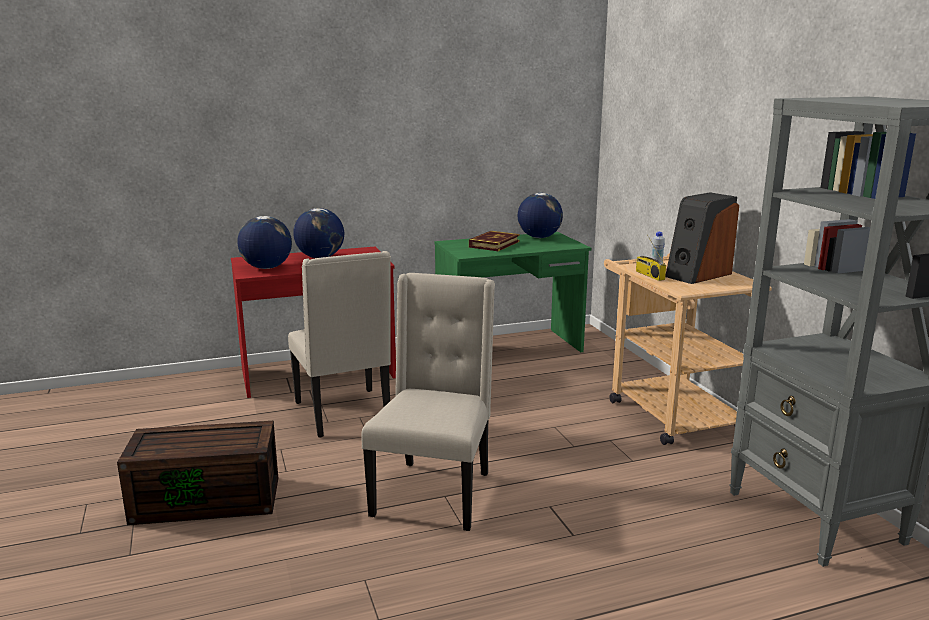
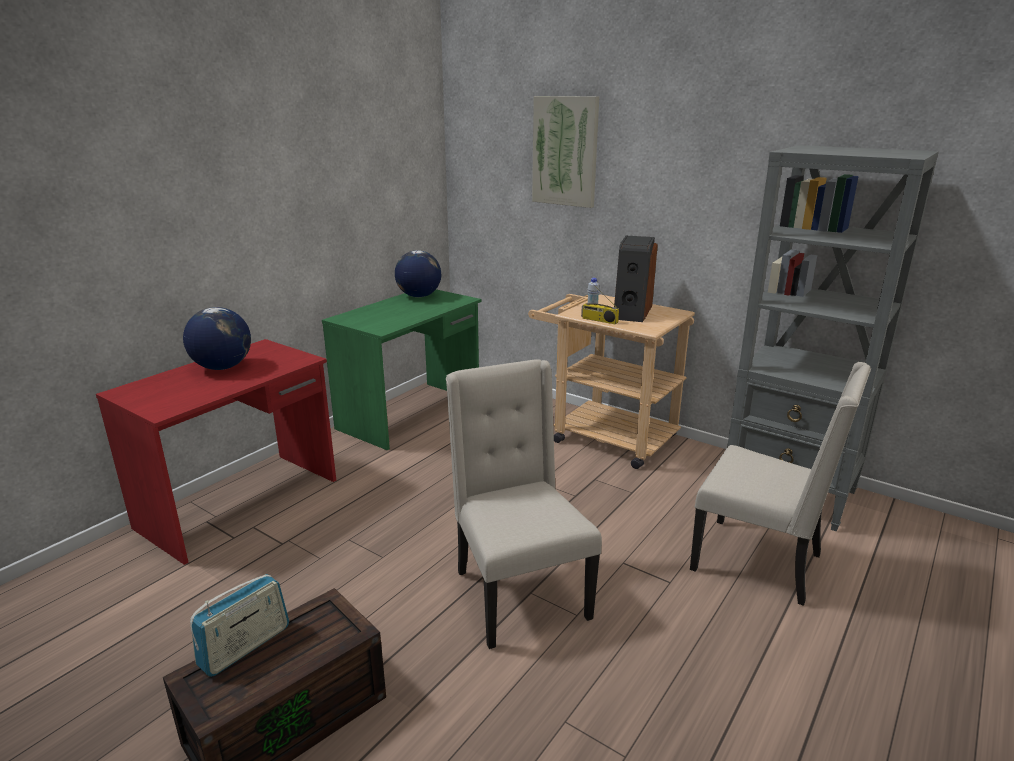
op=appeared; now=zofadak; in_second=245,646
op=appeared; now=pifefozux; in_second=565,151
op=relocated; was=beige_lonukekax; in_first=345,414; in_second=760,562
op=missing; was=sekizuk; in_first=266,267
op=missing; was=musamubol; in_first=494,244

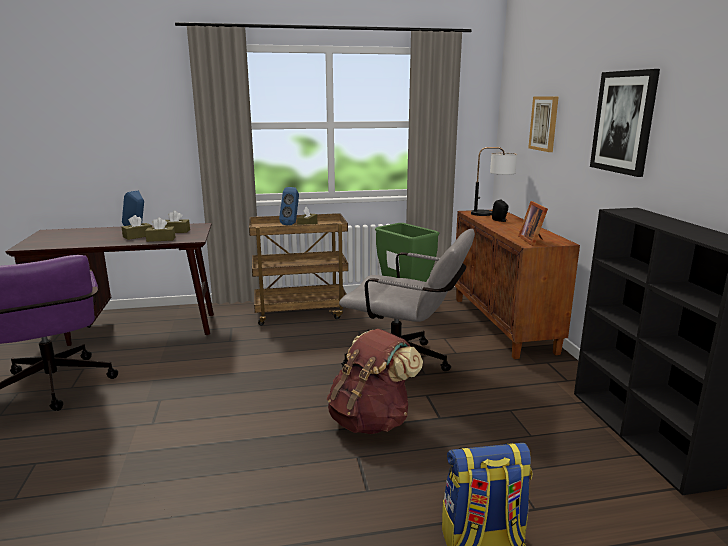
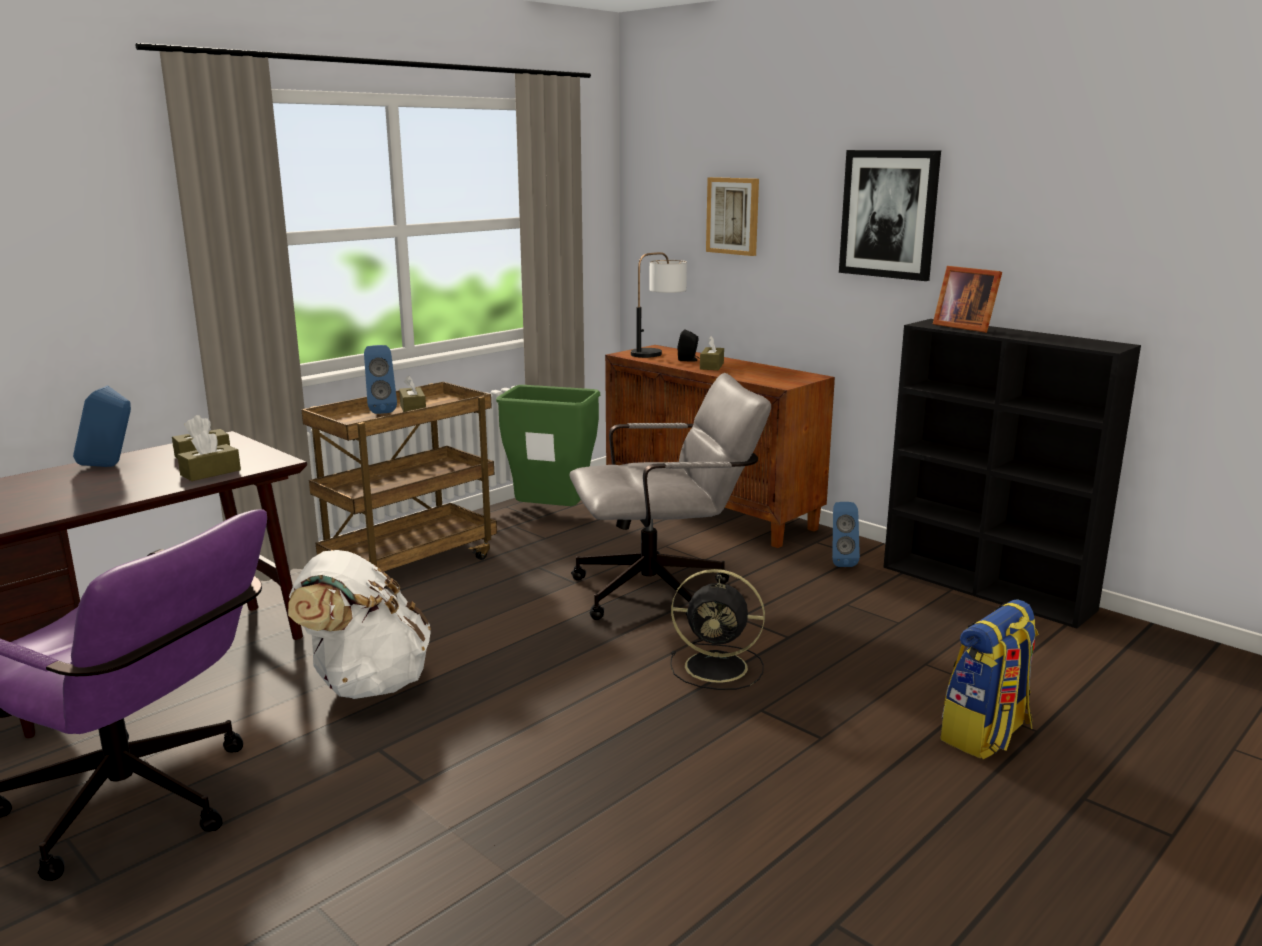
op=appeared; now=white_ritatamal; in_second=366,684
op=exchanged; was=brown_ritatamal; now=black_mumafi; in_first=371,421; in_second=719,667
op=relocated; was=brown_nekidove; in_first=138,236; in_second=711,366
op=appeared; now=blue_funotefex; in_second=841,562
op=relocated; was=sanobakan; in_first=533,240; in_second=964,327

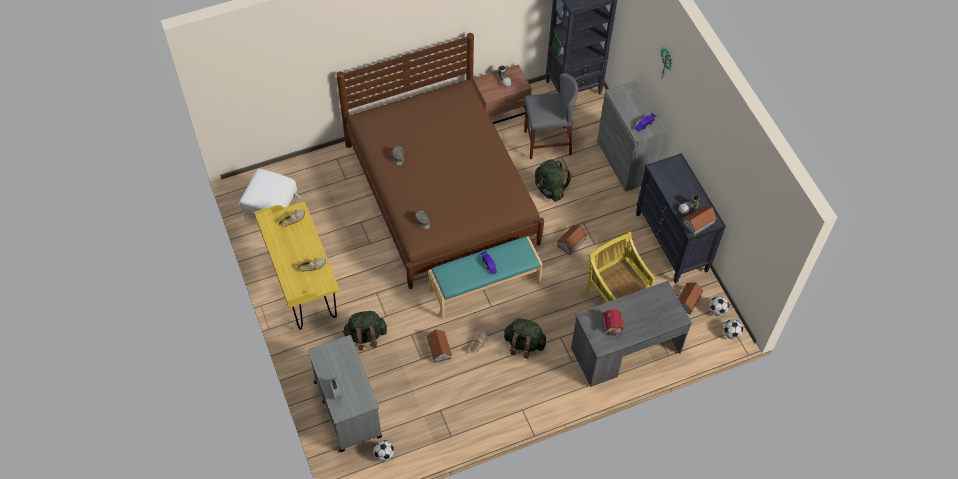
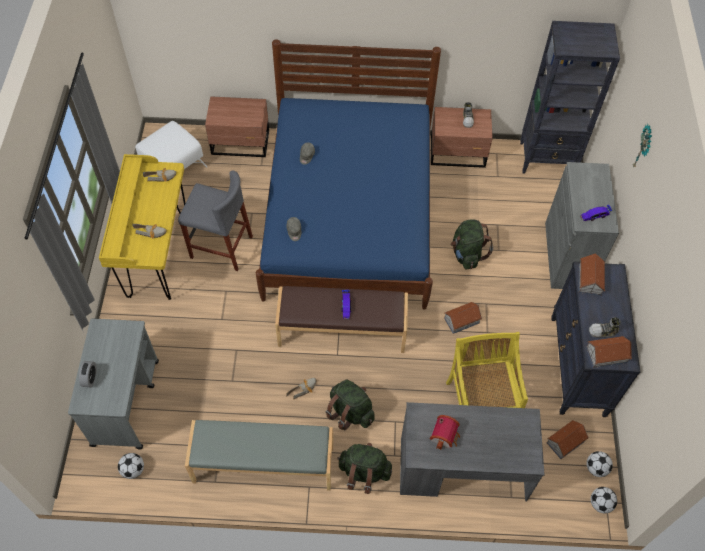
op=relocated; was=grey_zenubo; in_first=547,143; in_second=221,247
op=appeared; now=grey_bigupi; in_second=263,465
op=appeared; now=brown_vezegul; in_second=241,143
op=colour; was=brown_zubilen; now=blue_zubilen; in_first=441,193; in_second=349,215
op=colour; was=turquoise_bigupi; now=brown_bigupi; in_first=484,286; in_second=342,330
op=relocated; was=green_ritatamal; in_first=366,336; in_second=364,472
op=relocated; was=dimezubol; in_first=439,349; in_second=590,279

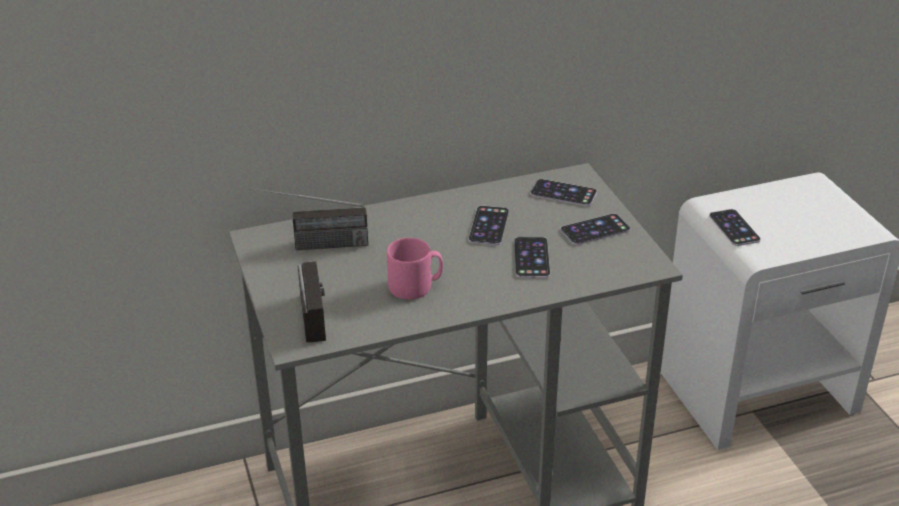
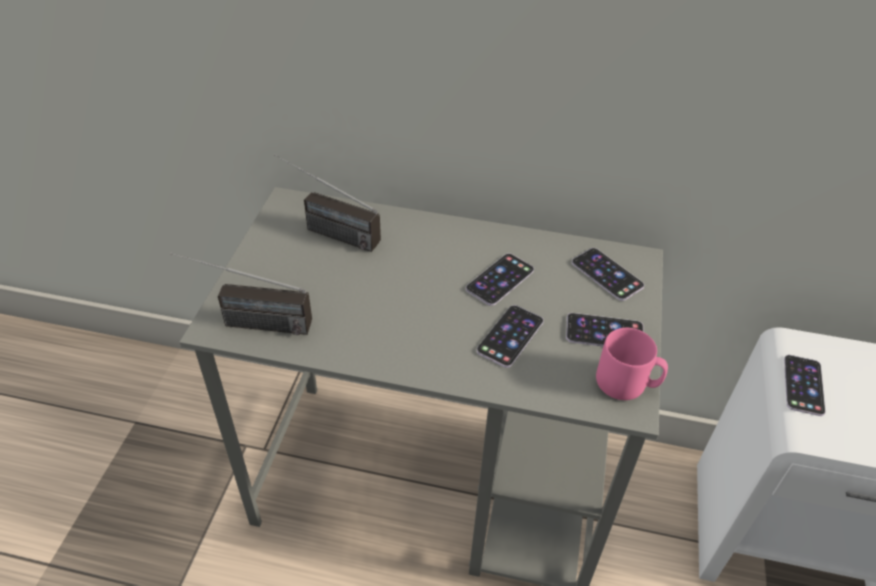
op=spun; was=zofadak; in_first=317,330; in_second=246,322; clockwise=75
op=relocated; was=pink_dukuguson; in_first=415,287; in_second=627,383

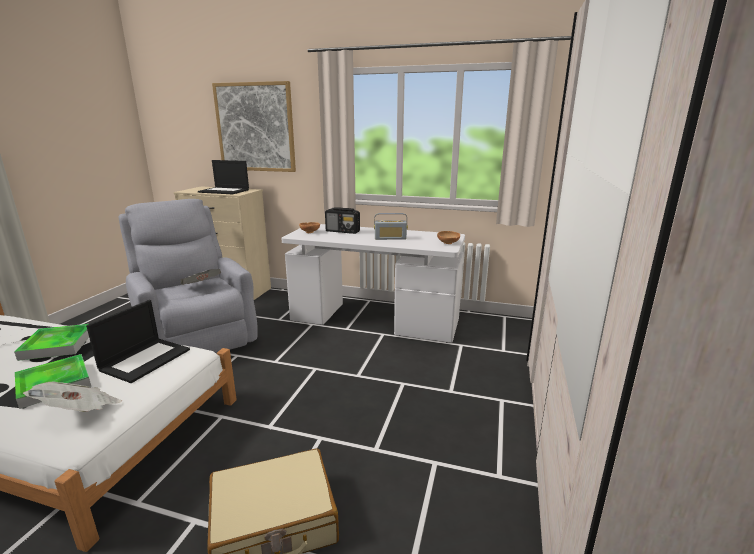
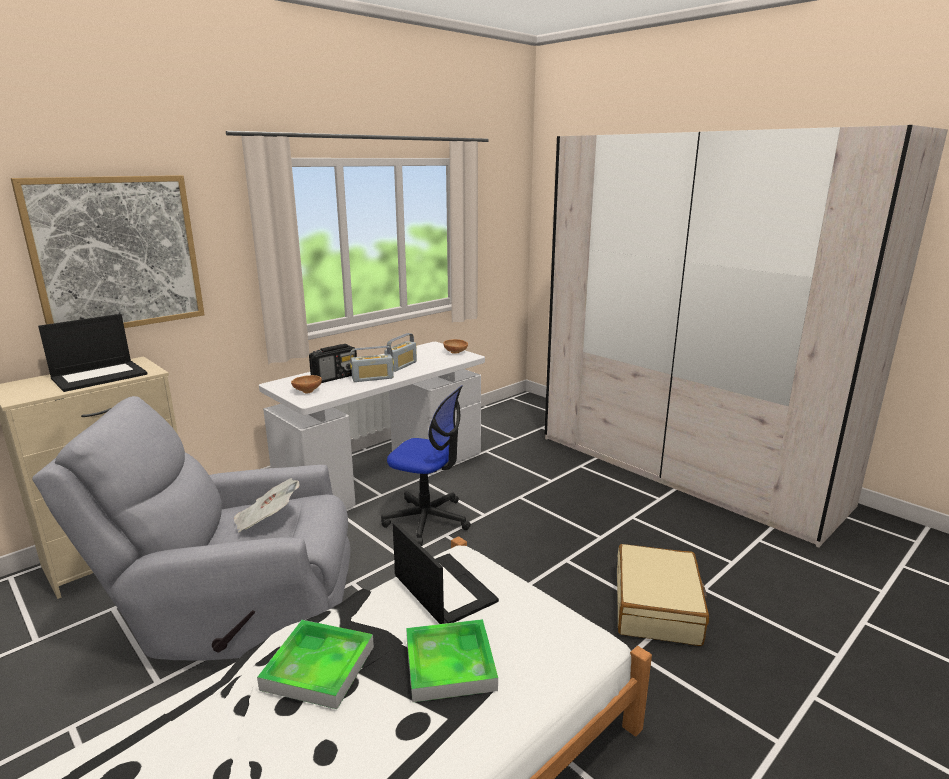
op=appeared; now=zofadak; in_second=373,378
op=appeared; now=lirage; in_second=427,520
op=missing; was=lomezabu; in_first=81,412

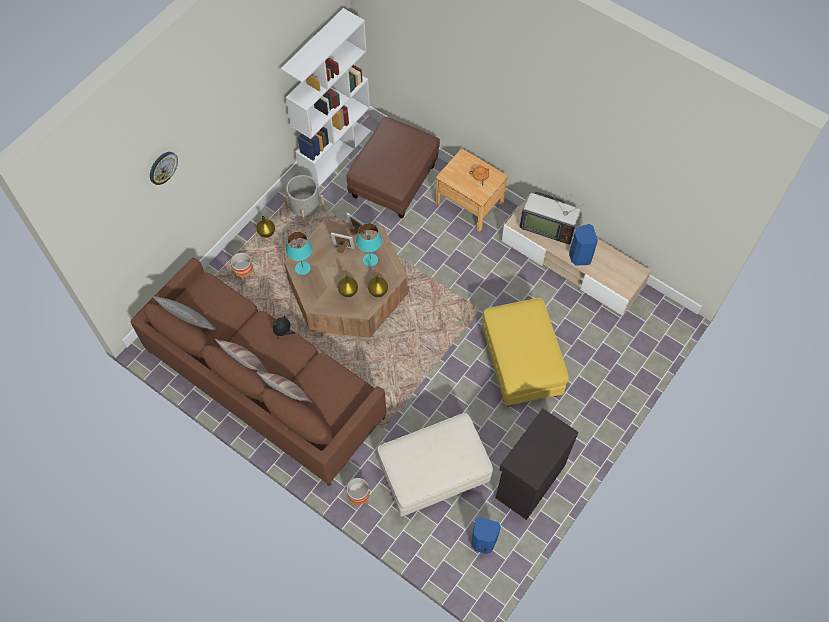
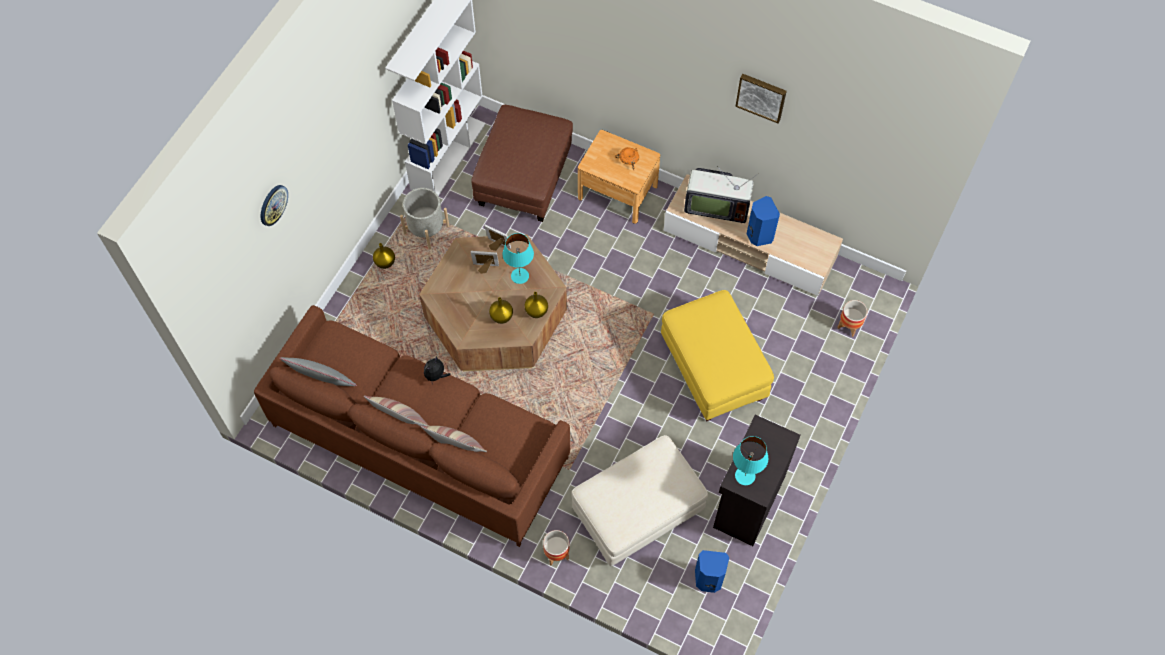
op=relocated; was=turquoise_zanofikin; in_first=302,268; in_second=744,476
op=appeared; now=pifefozux; in_second=761,96
op=relocated; was=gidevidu; in_first=244,275; in_second=849,326

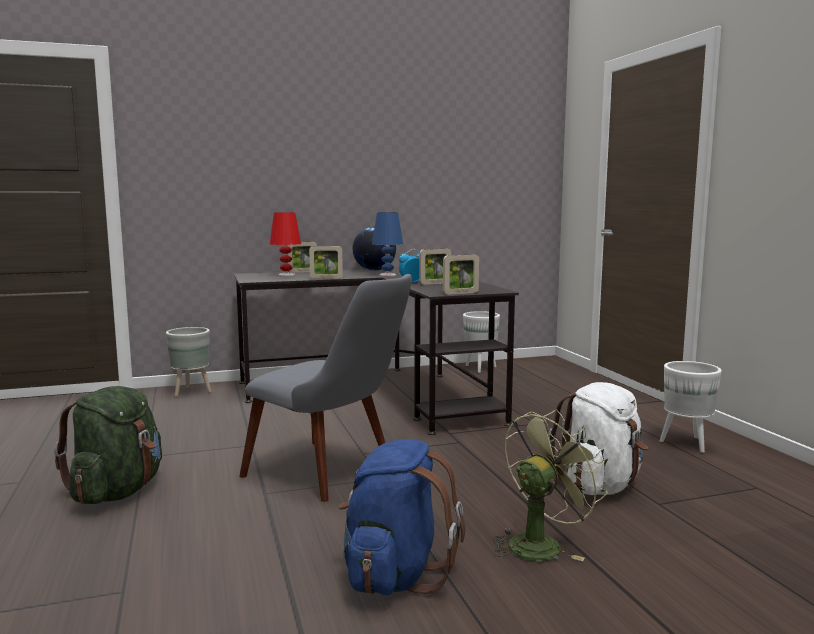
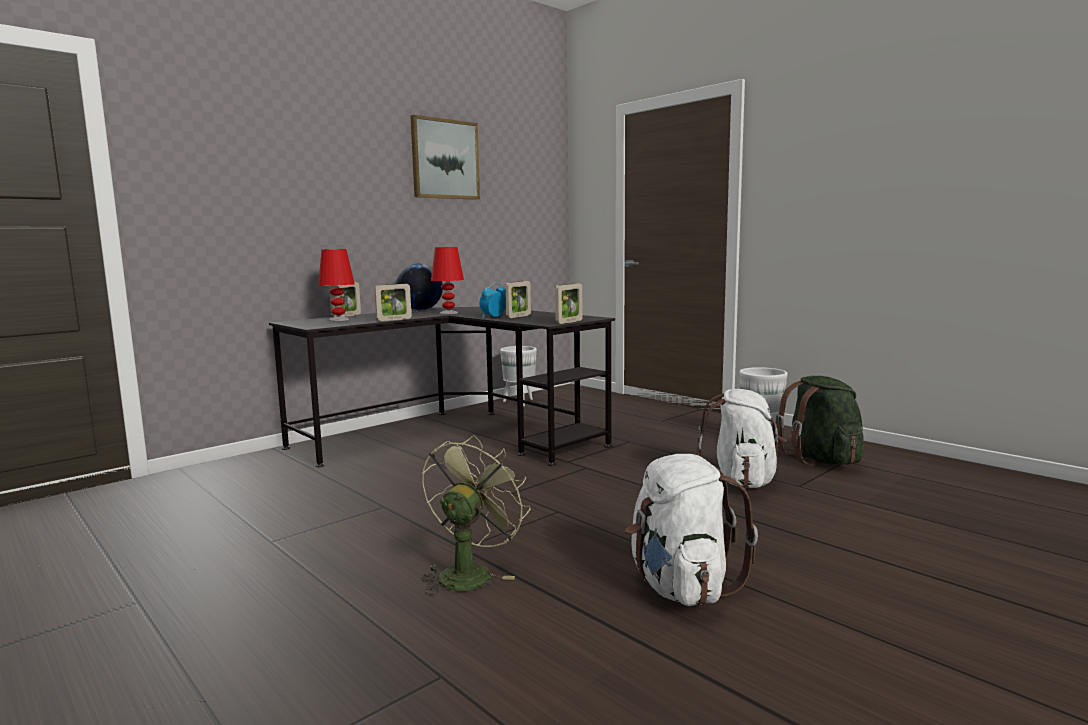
op=appeared; now=pifefozux; in_second=445,159
op=relocated; was=green_mumafi; in_first=541,543; in_second=469,572
op=colour; was=blue_zanofikin; now=red_zanofikin; in_first=387,275; in_second=448,313
op=colour; was=blue_ritatamal; now=white_ritatamal; in_first=395,574; in_second=681,587
op=relocated; was=green_ritatamal; in_first=117,492; in_second=821,460
op=missing; was=grey_gidevidu; in_first=191,392
op=missing; was=grey_lonukekax; in_first=334,473

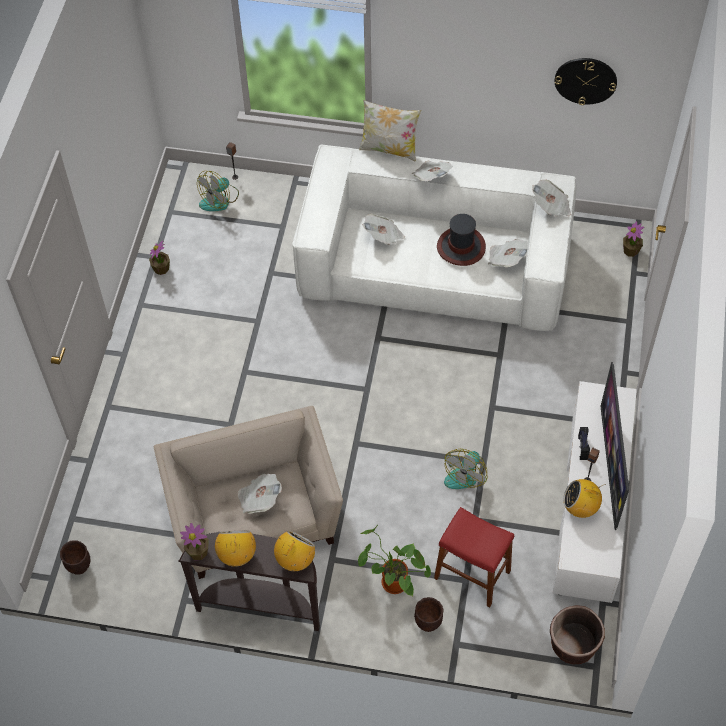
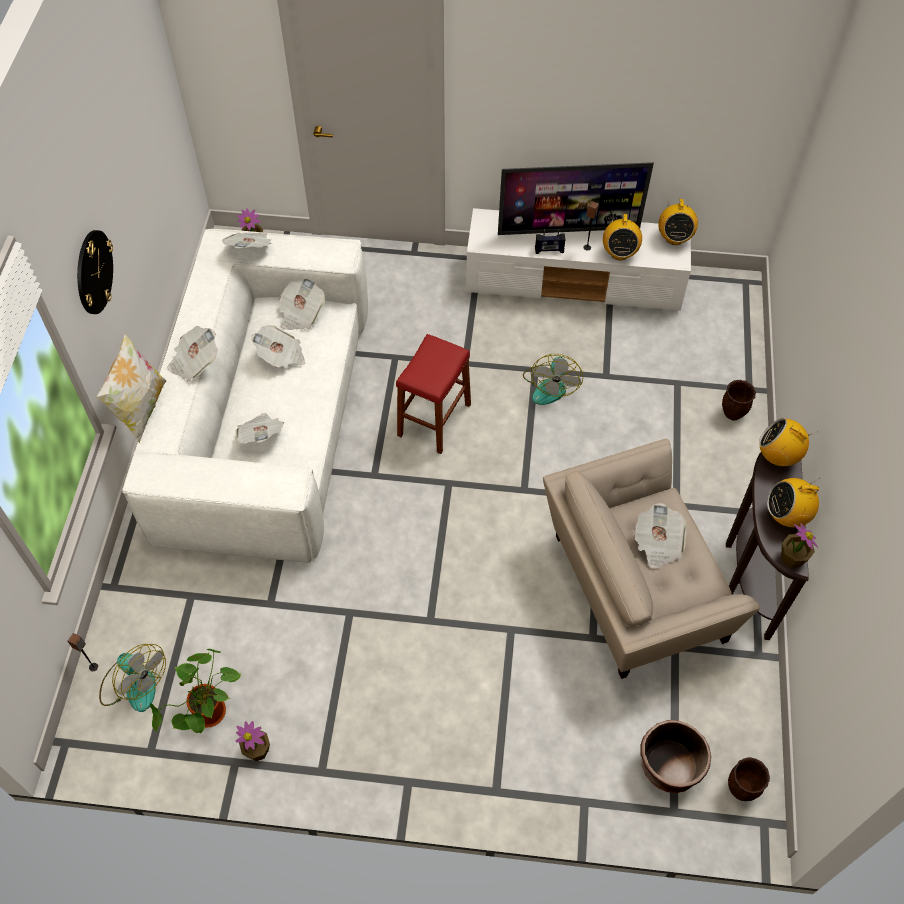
op=relocated; was=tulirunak; in_first=585,80; in_second=93,272
op=relocated; was=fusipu; in_first=391,583; in_second=209,716
op=exchanged; was=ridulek; now=lomezabu; in_first=461,247; in_second=281,356
op=relocated; was=red_zenubo; in_first=472,574; in_second=434,420
op=spun; was=mumafi; in_first=465,472; in_second=550,385; clockwise=75
op=relocated; was=brown_gidevidu; in_first=573,644; in_second=669,766
op=appeared; now=zofadak; in_second=674,238

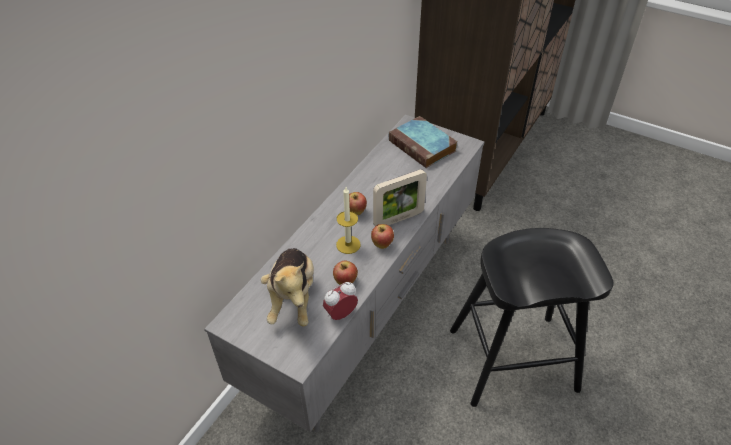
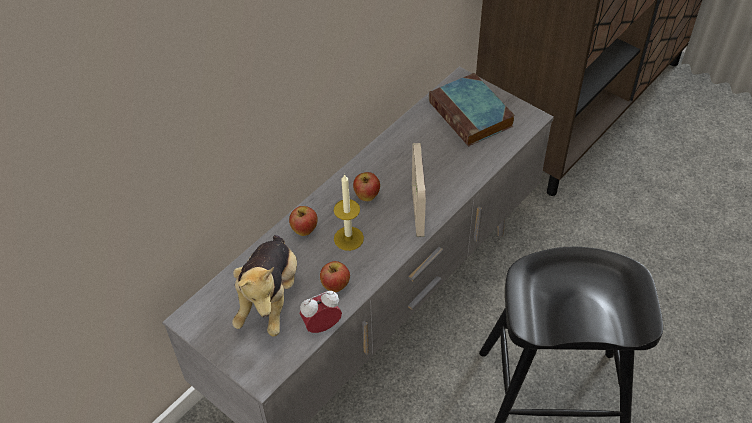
op=relocated; was=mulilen; in_first=382,245; in_second=304,230
op=spun; was=sanobakan; in_first=398,219; in_second=417,212; clockwise=105

